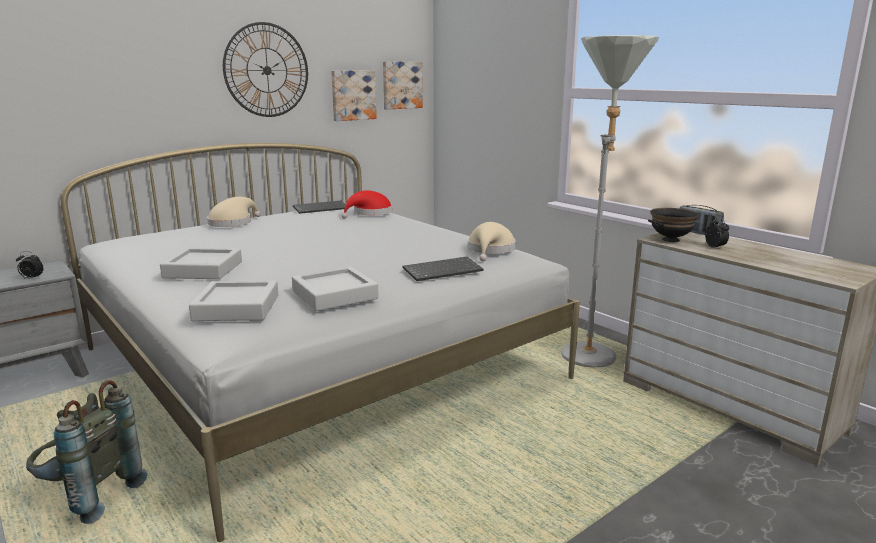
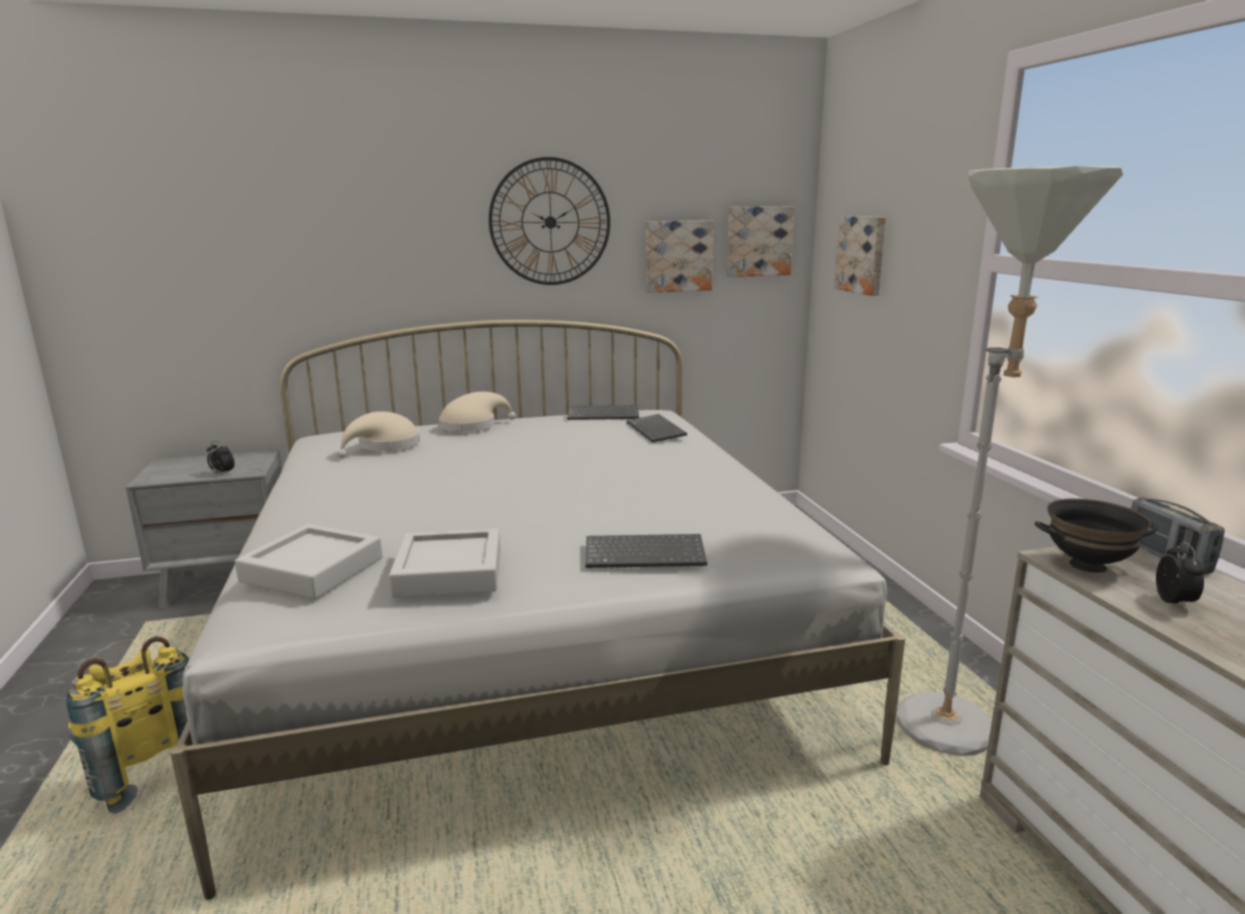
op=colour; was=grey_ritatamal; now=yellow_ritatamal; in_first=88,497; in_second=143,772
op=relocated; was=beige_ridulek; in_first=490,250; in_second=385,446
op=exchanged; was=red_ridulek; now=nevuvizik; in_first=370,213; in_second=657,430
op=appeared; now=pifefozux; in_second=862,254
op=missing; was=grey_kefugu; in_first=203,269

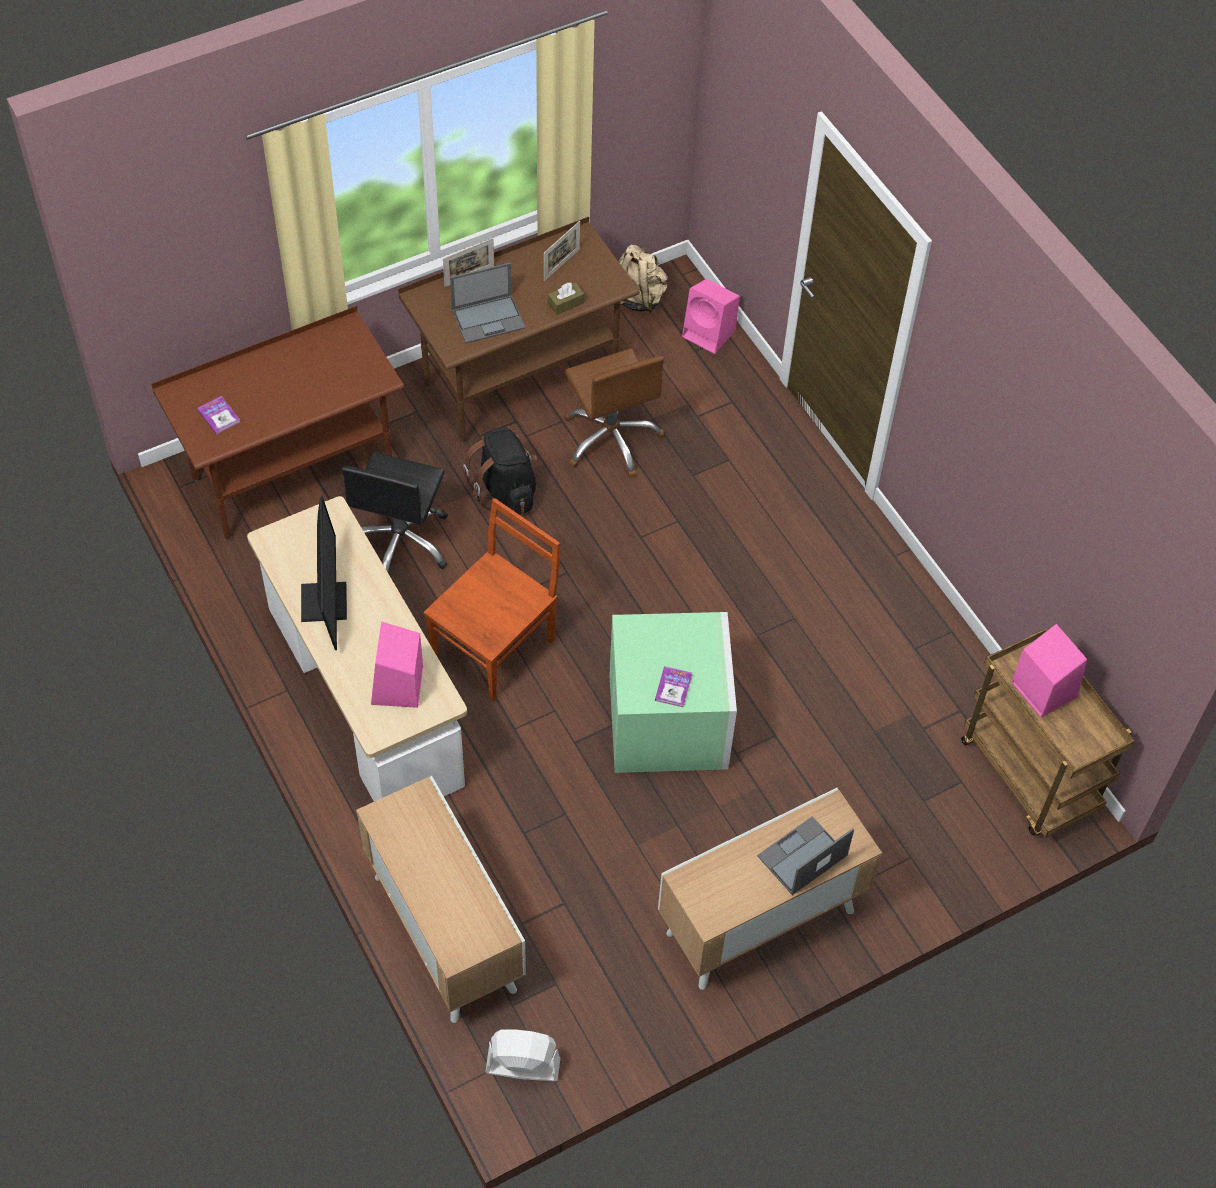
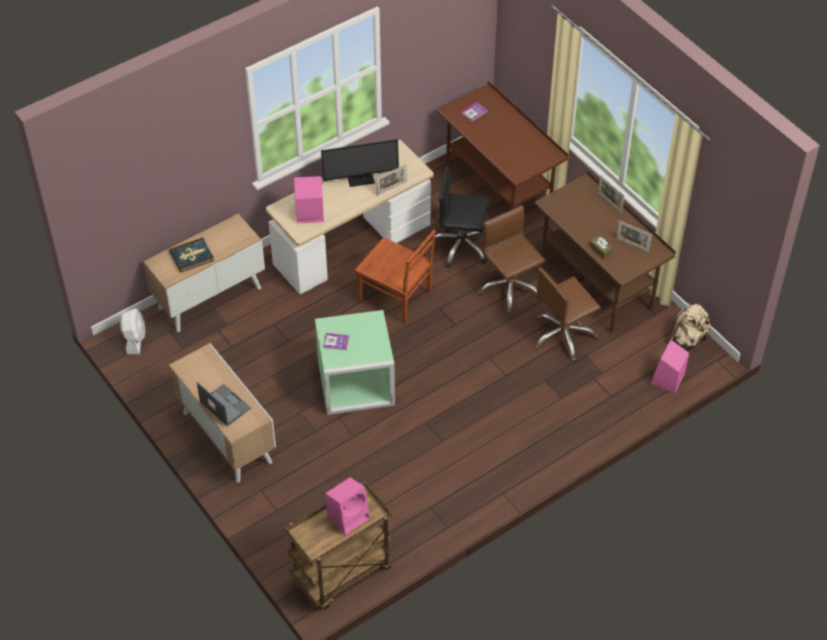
op=appeared; now=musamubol; in_second=191,256
op=appeared; now=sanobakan; in_second=391,188
op=exchanged; was=black_ritatamal; now=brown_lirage; in_first=505,491; in_second=510,288
op=missing; was=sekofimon; in_first=489,318

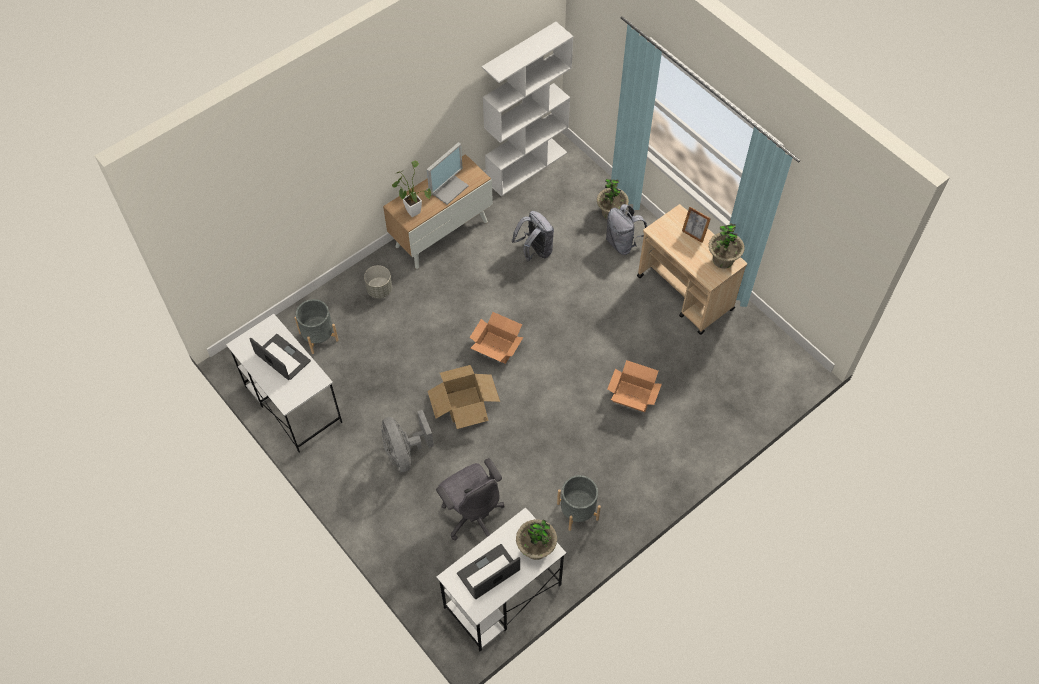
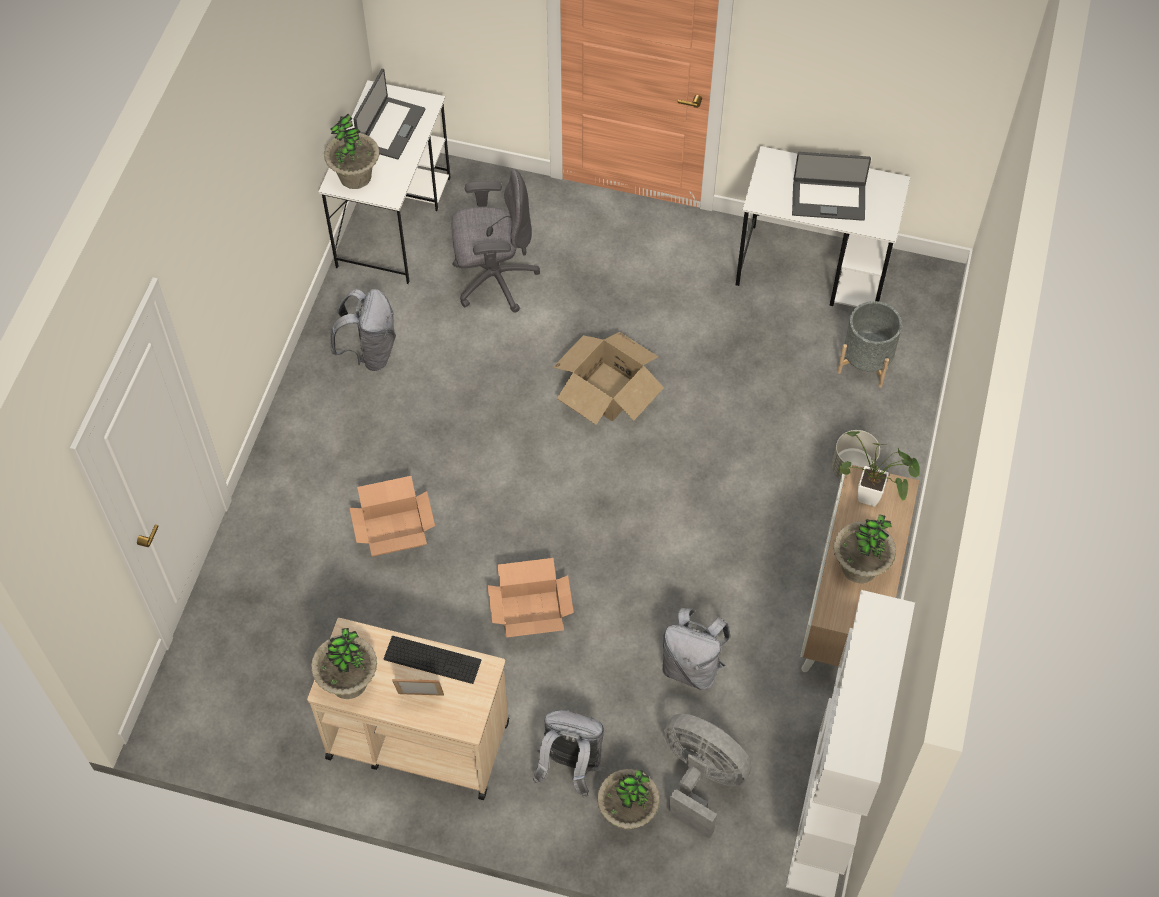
op=exchanged; was=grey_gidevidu; now=grey_ritatamal; in_first=577,511; in_second=370,352
op=appeared; now=nevuvizik; in_second=432,660
op=spun; was=grey_lirage; in_first=472,514; in_second=493,279; clockwise=150
op=relocated; was=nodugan; in_first=496,347; in_second=532,614
op=relocated; was=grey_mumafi; in_first=405,452; in_second=700,779
op=exchanged; was=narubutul; now=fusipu; in_first=447,187; in_second=859,567

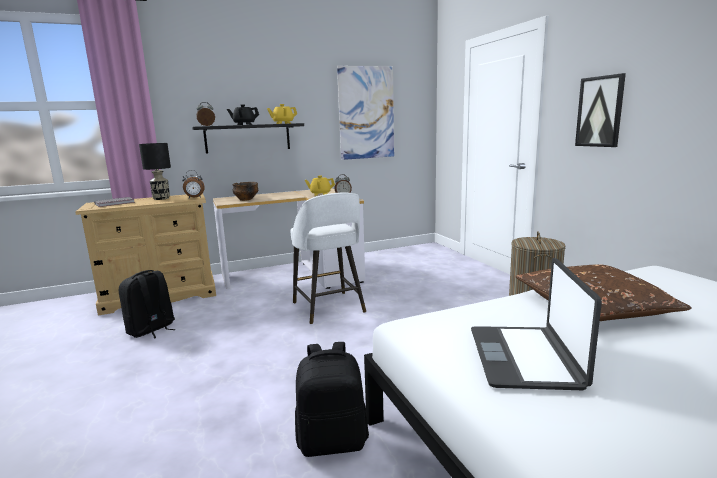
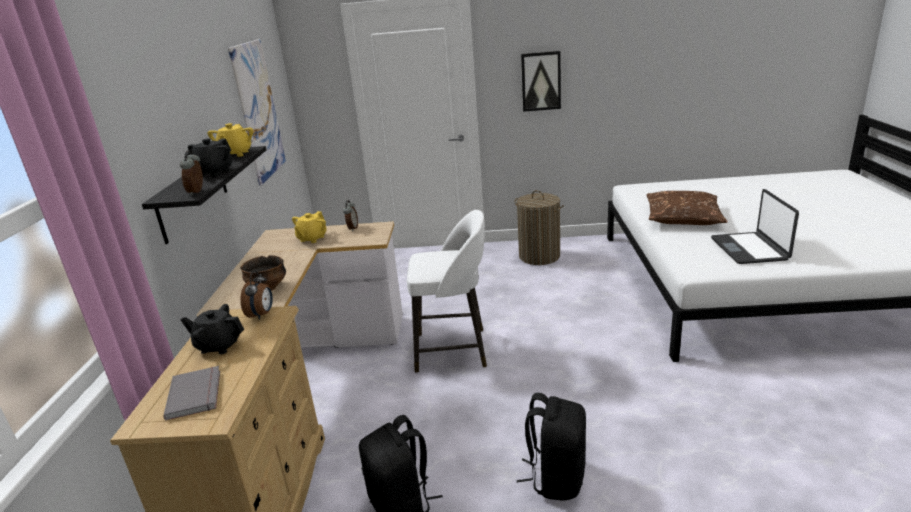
op=exchanged; was=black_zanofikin; now=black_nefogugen; in_first=161,198; in_second=218,346
op=relocated; was=black_ritatamal; in_first=333,441; in_second=556,477
op=spun; was=sekofimon; in_first=525,358; in_second=750,249; clockwise=60

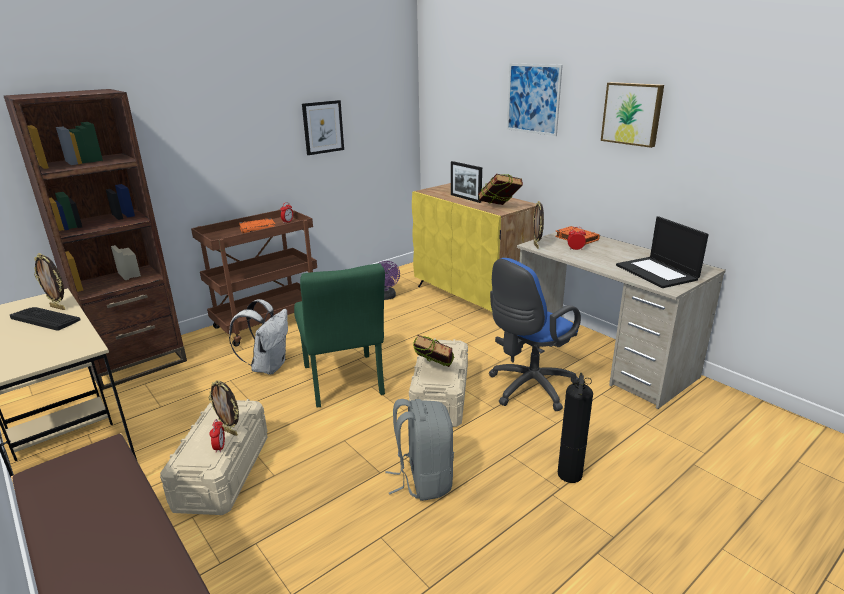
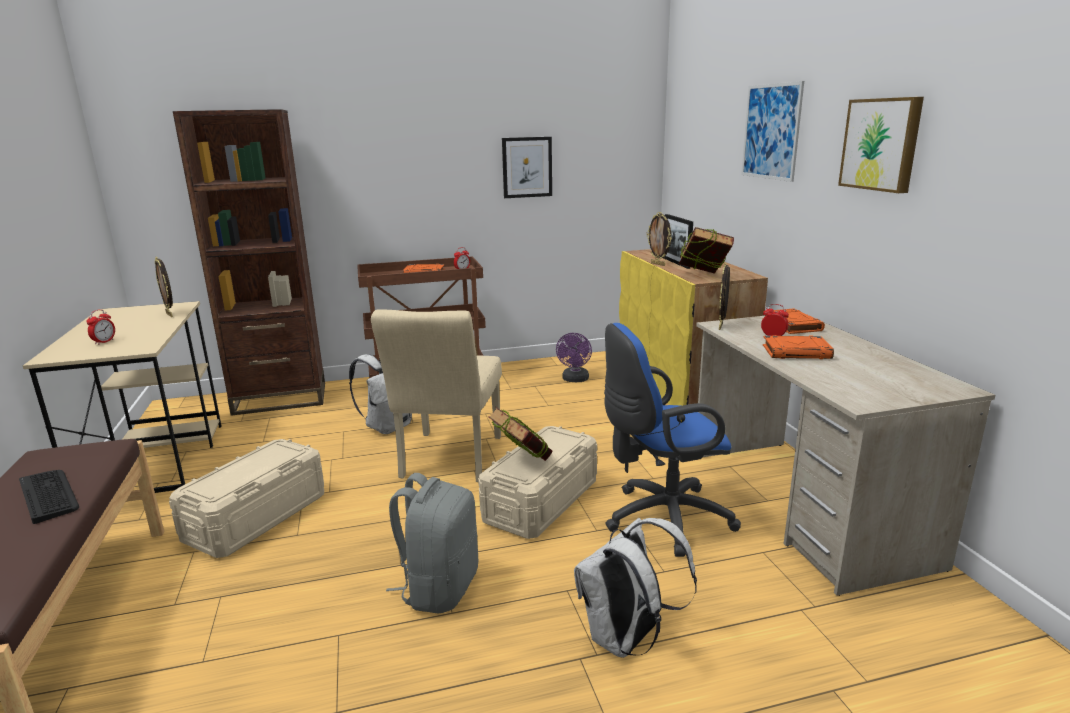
op=relocated; was=nevuvizik; in_first=46,319; in_second=49,495
op=relocated; was=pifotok; in_first=220,447; in_second=104,342
op=colour; was=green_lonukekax; now=beige_lonukekax; in_first=344,384; in_second=448,461
op=exchanged; was=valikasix; now=white_ritatamal; in_first=569,473; in_second=627,640
op=relocated; was=sanobakan; in_first=230,431; in_second=658,264
op=appeared; now=orange_musamubol; in_second=797,352
op=missing; was=sekofimon; in_first=657,272

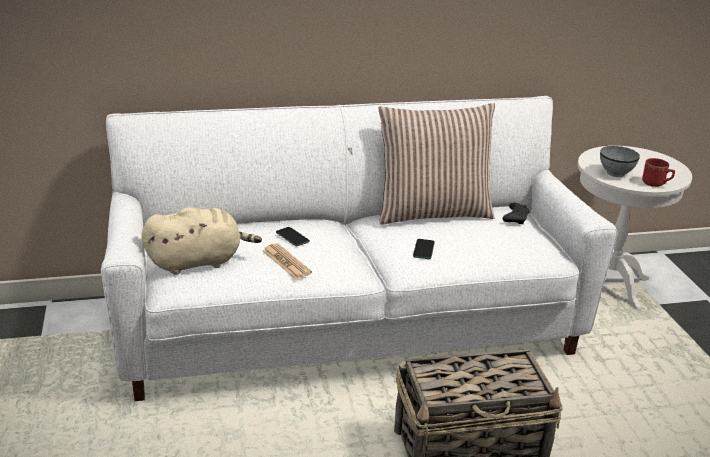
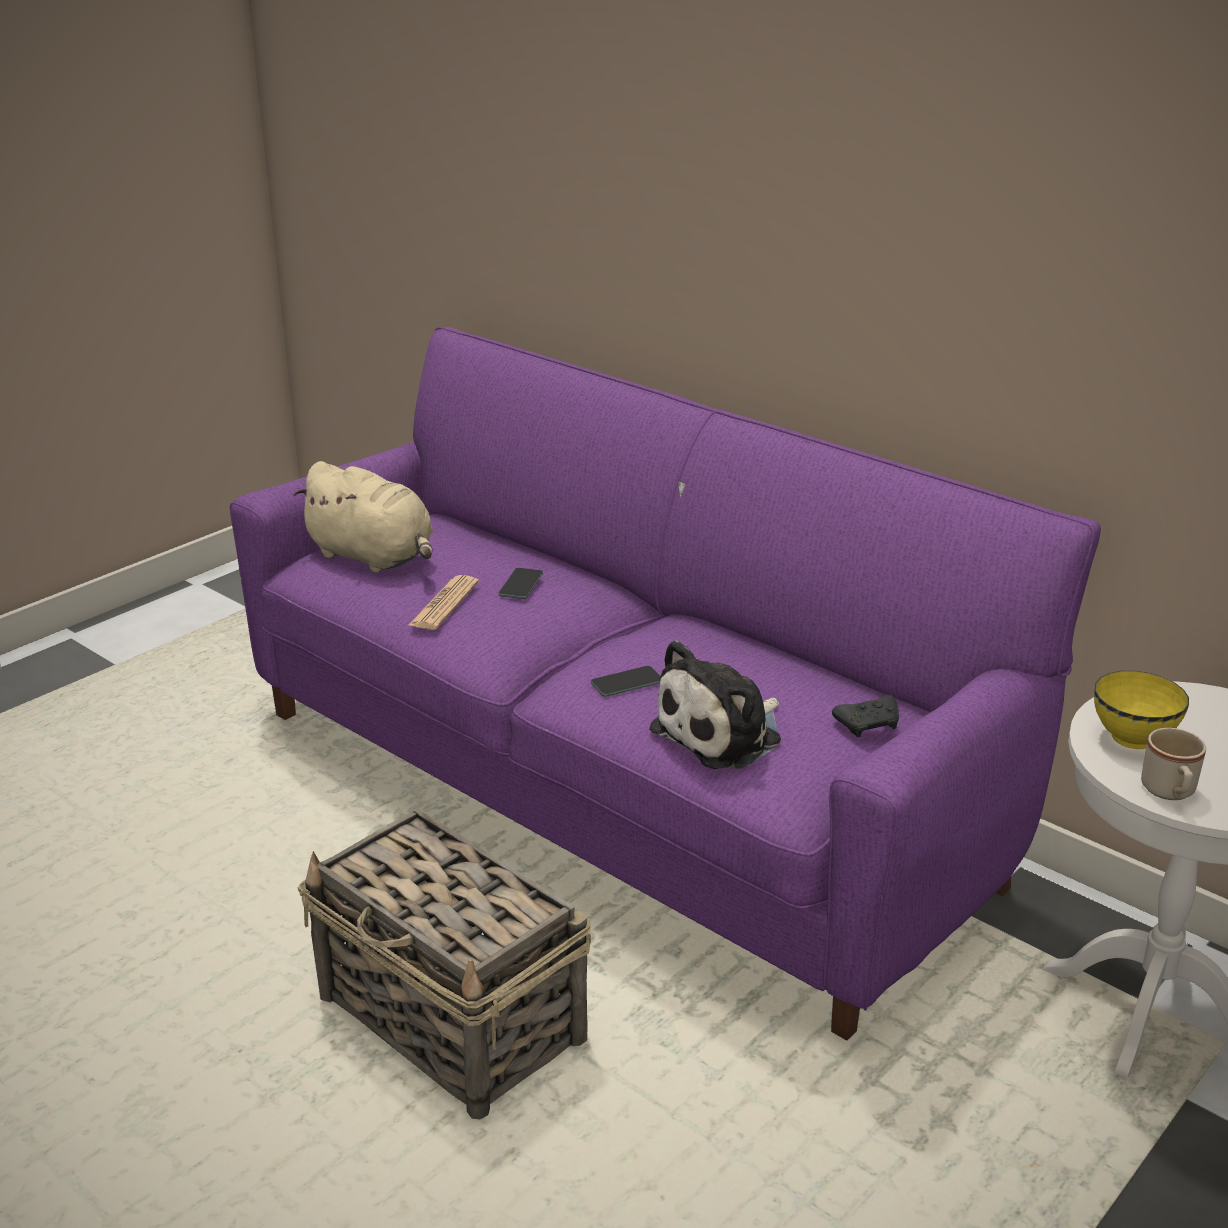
op=colour; was=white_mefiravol; now=purple_mefiravol; in_first=350,330; in_second=615,794
op=appeared; now=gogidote; in_second=723,734
op=colour; was=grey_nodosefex; now=yellow_nodosefex; in_first=615,173; in_second=1132,737
op=colour; was=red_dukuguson; now=beige_dukuguson; in_first=656,184; in_second=1170,793
op=missing; was=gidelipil; in_first=432,212

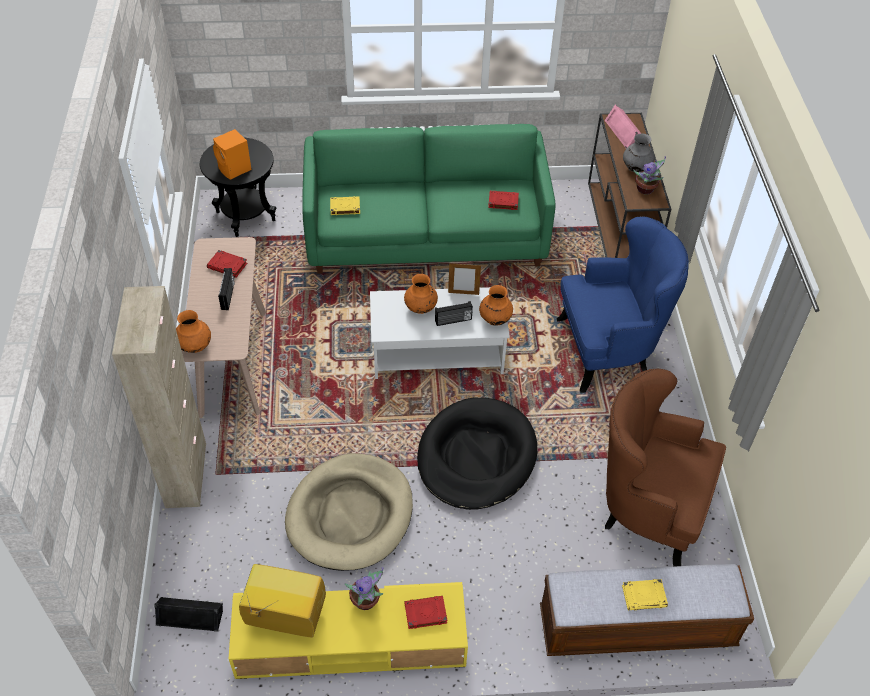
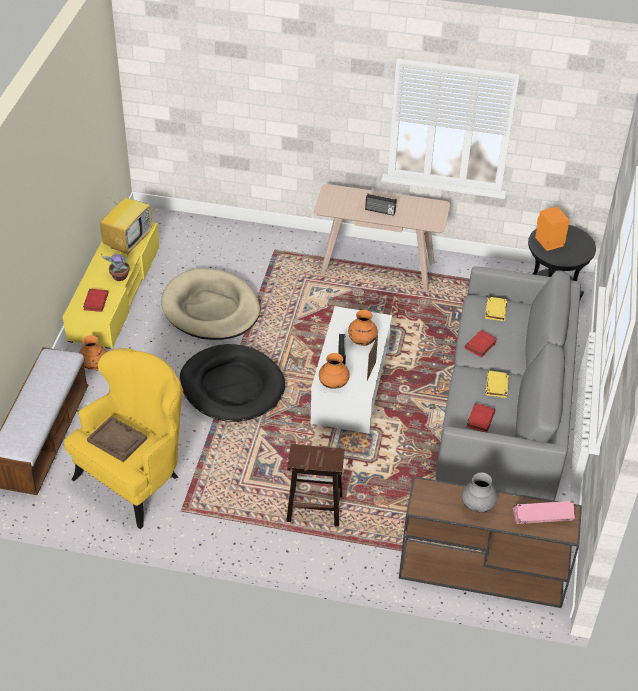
op=colour; was=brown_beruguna; now=yellow_beruguna; in_first=647,510; in_second=135,478
op=relocated; was=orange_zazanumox; in_first=195,346; in_second=94,365
op=appeared; now=brown_kefugu; in_second=117,440
op=exchanged; was=blue_beruguna; now=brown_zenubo; in_first=609,350; in_second=313,508
op=colour; was=green_mefiravol; now=grey_mefiravol; in_first=426,234; in_second=504,412
op=relocated; was=red_musamubol; in_first=228,266; in_second=480,345
op=relocated; was=yellow_musamubol; in_first=644,596; in_second=497,386
op=missing; was=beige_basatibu; in_first=186,475
op=missing; was=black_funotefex; in_first=190,615
op=missing; was=fusipu; in_first=646,189

